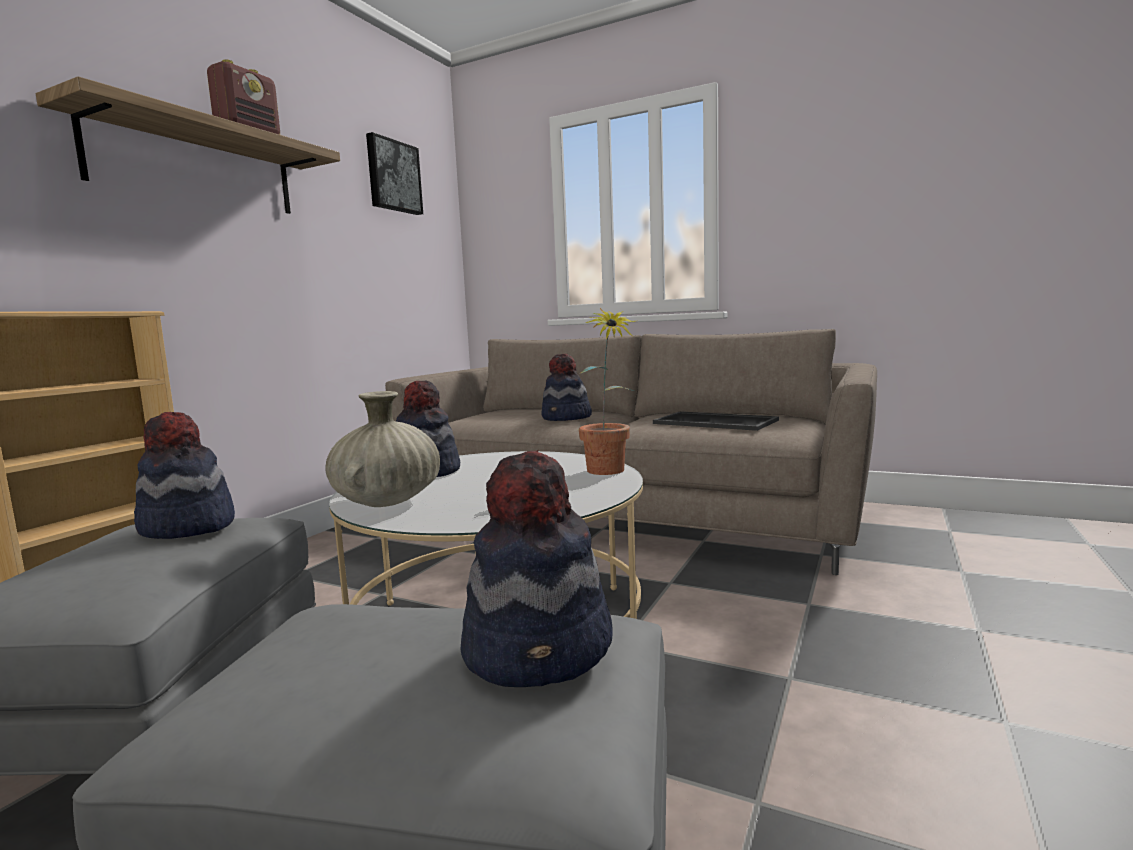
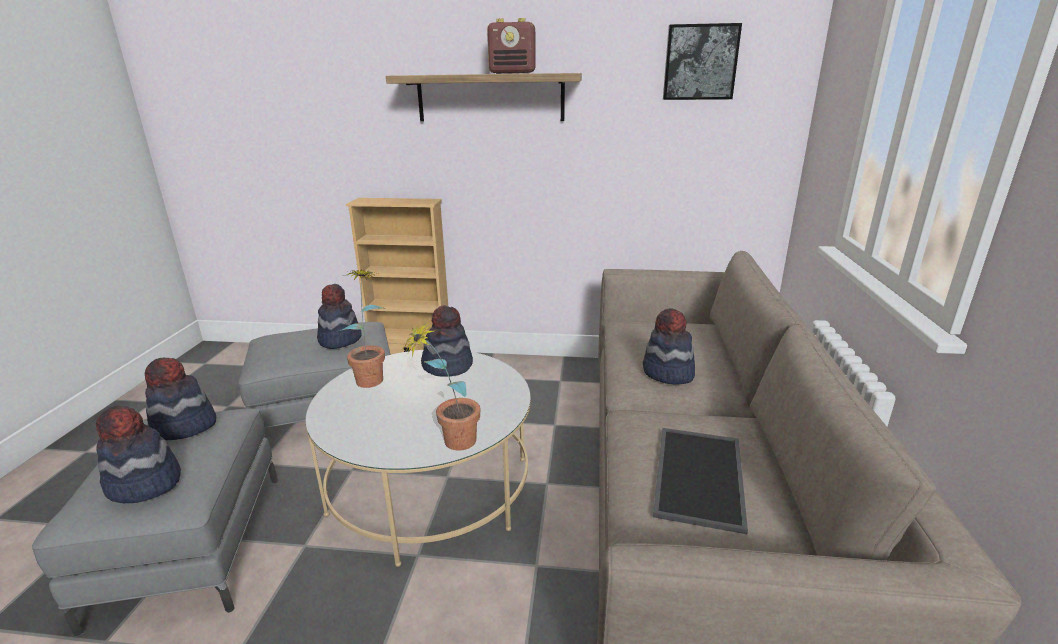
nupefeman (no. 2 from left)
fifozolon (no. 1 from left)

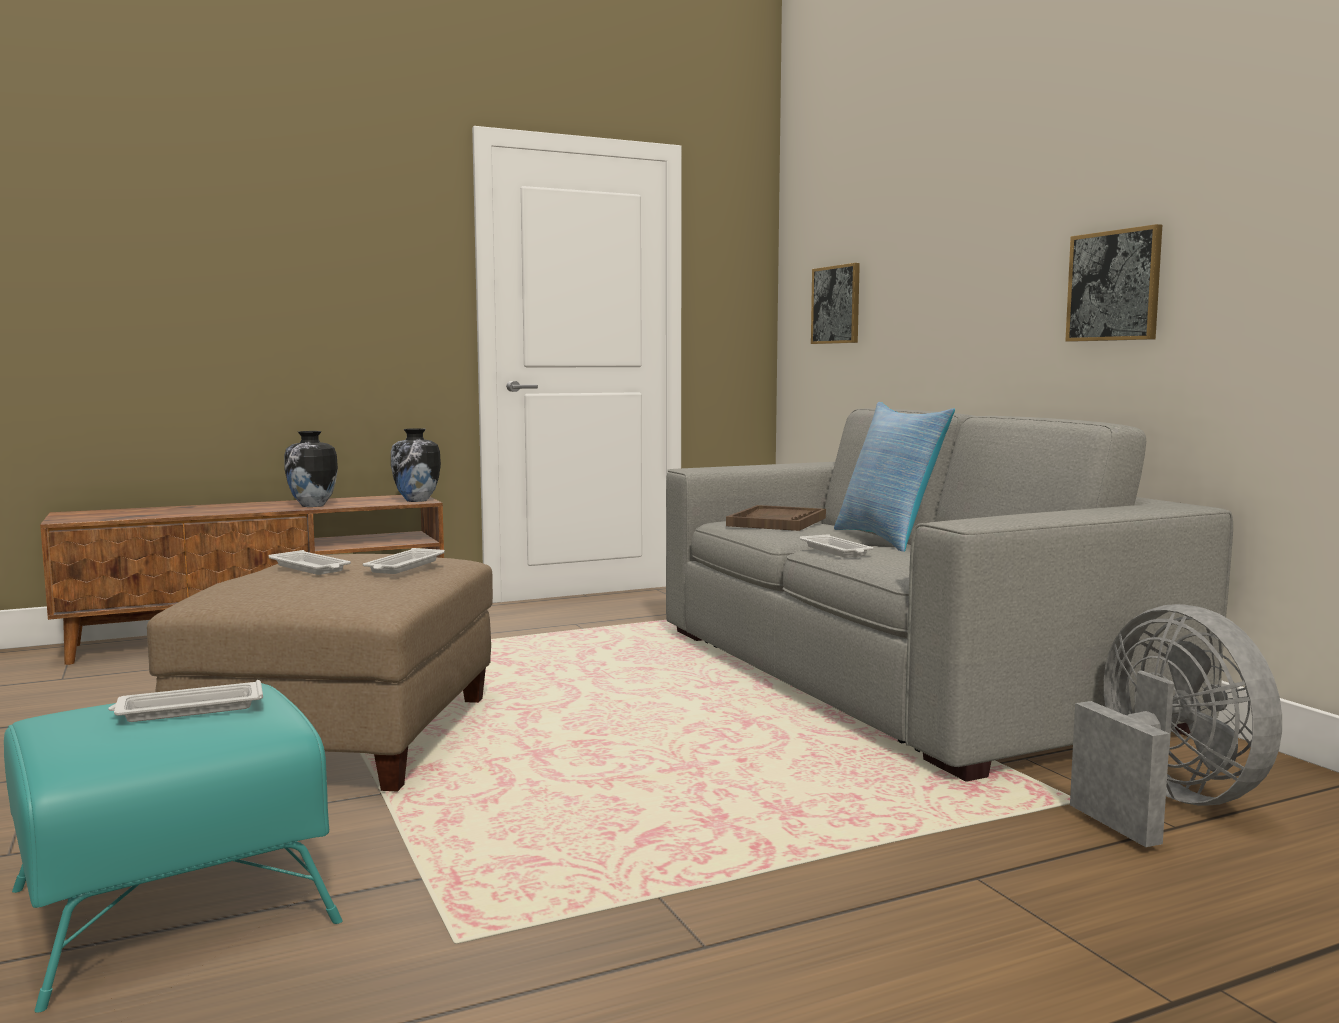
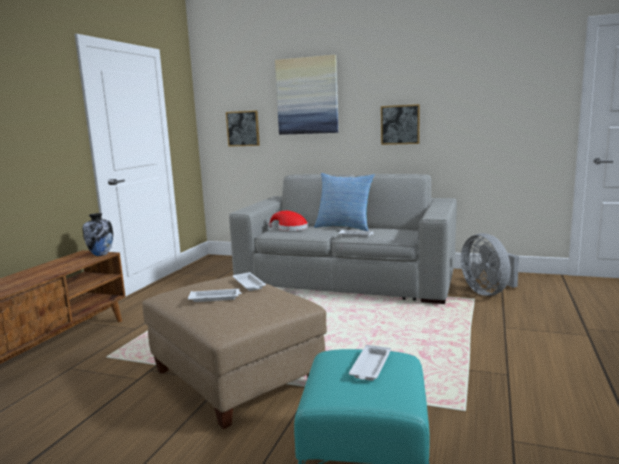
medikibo (no. 1 from left in the first image)
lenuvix (no. 2 from left)
red nupefeman
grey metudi

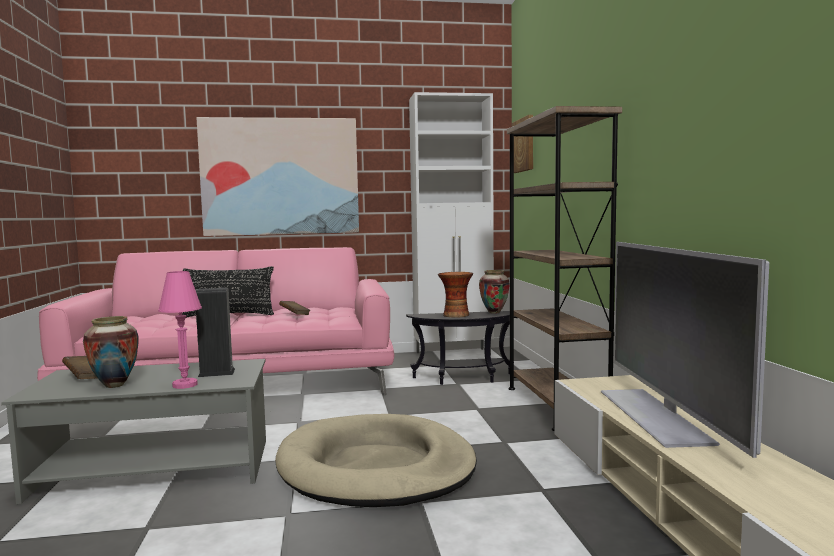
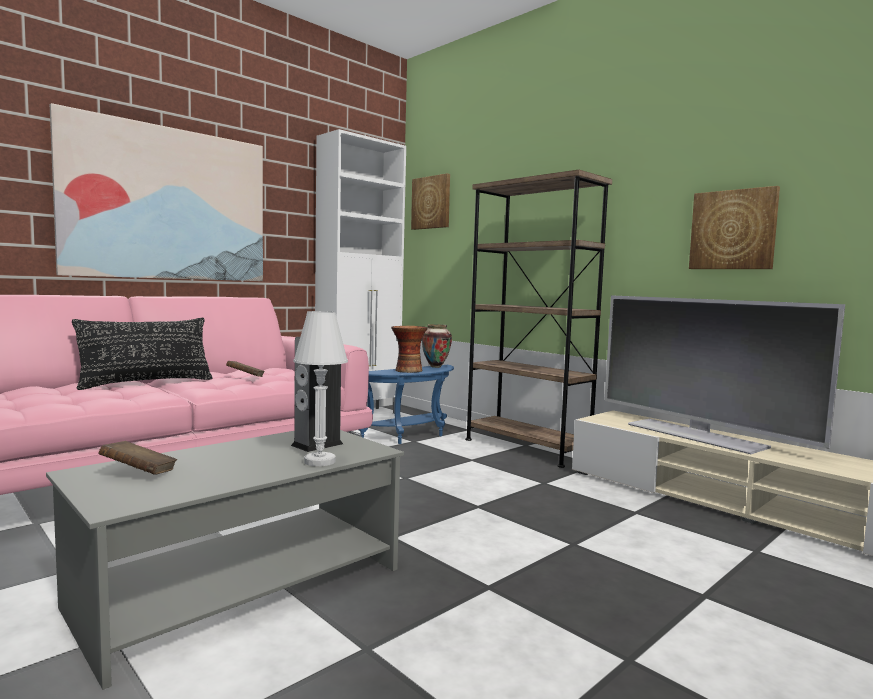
medikibo (no. 1 from left in the first image)
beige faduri
lenuvix (no. 3 from left)
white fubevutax
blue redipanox

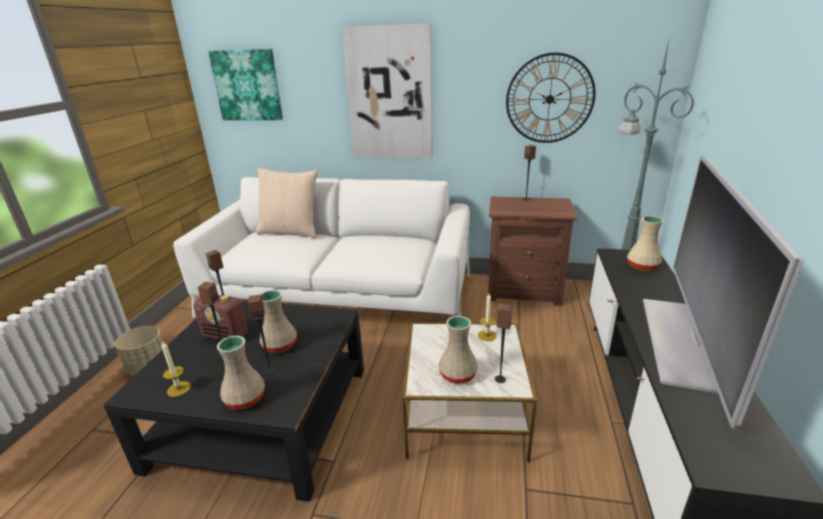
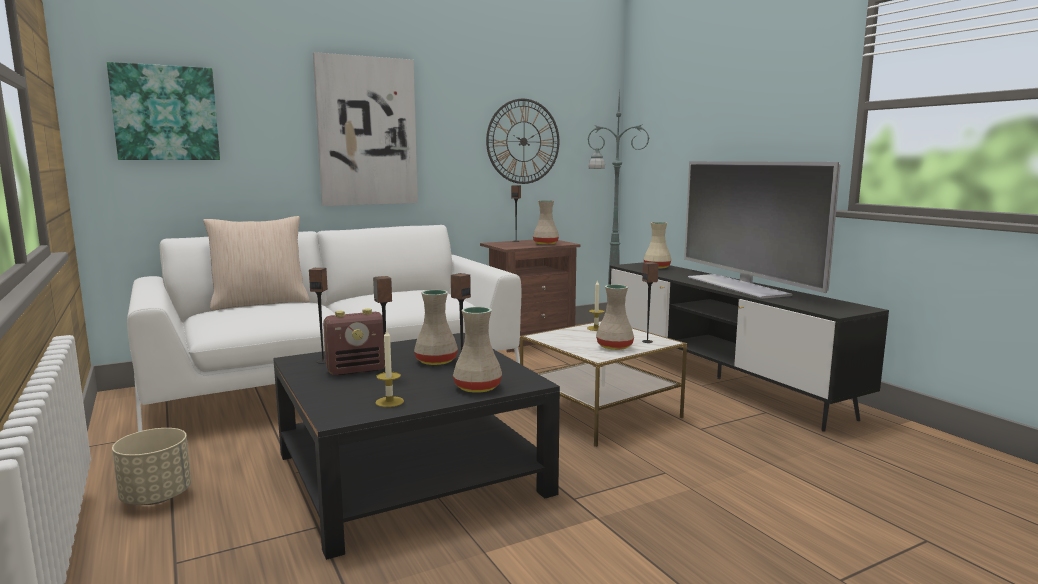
beige medikibo (no. 3 from left)

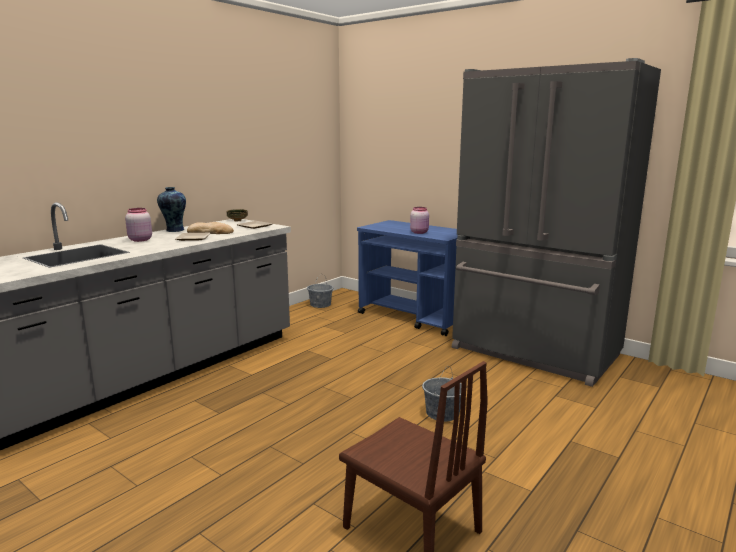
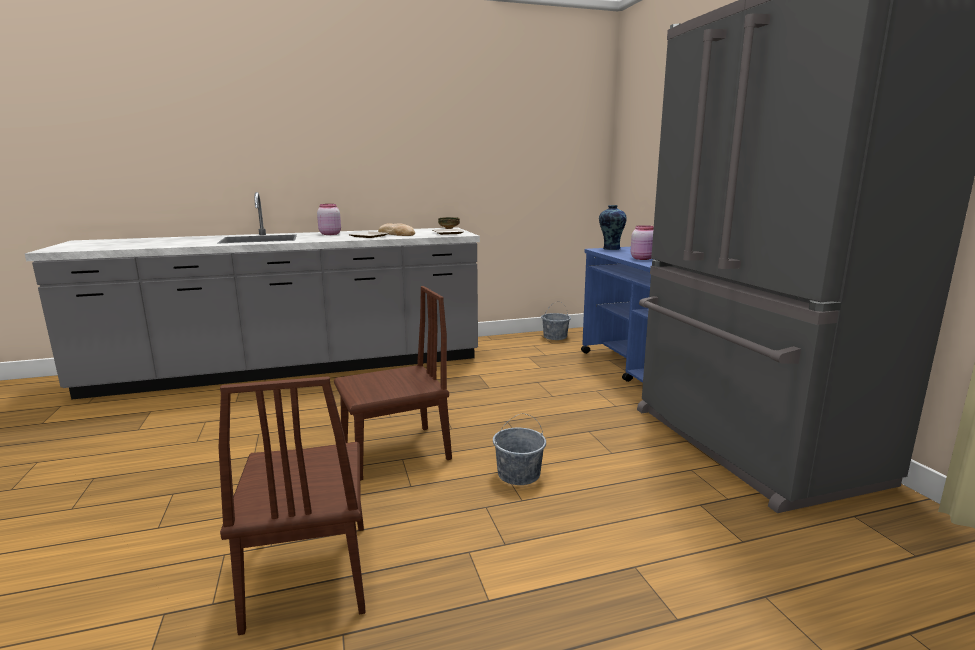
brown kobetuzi (no. 2 from left)
medikibo

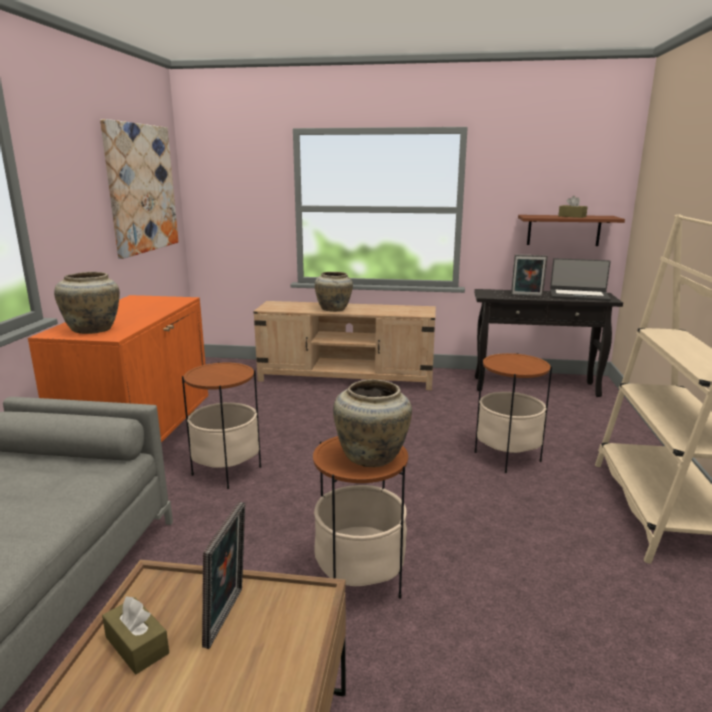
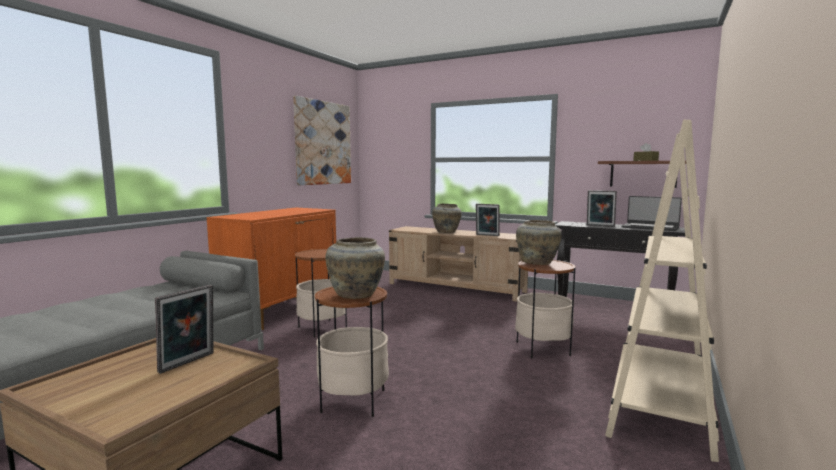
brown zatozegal (no. 1 from left in the first image)
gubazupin (no. 2 from left)
beige medikibo (no. 3 from left)

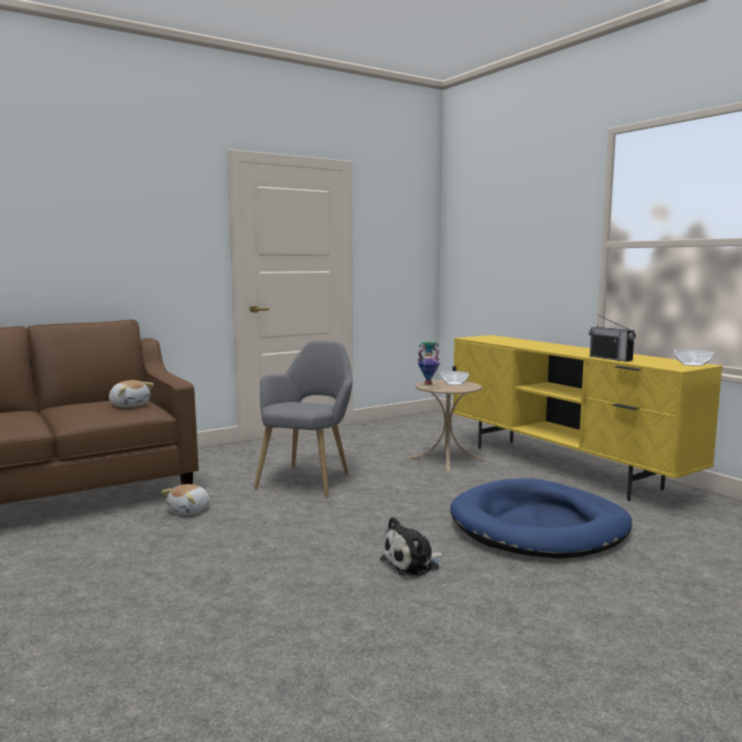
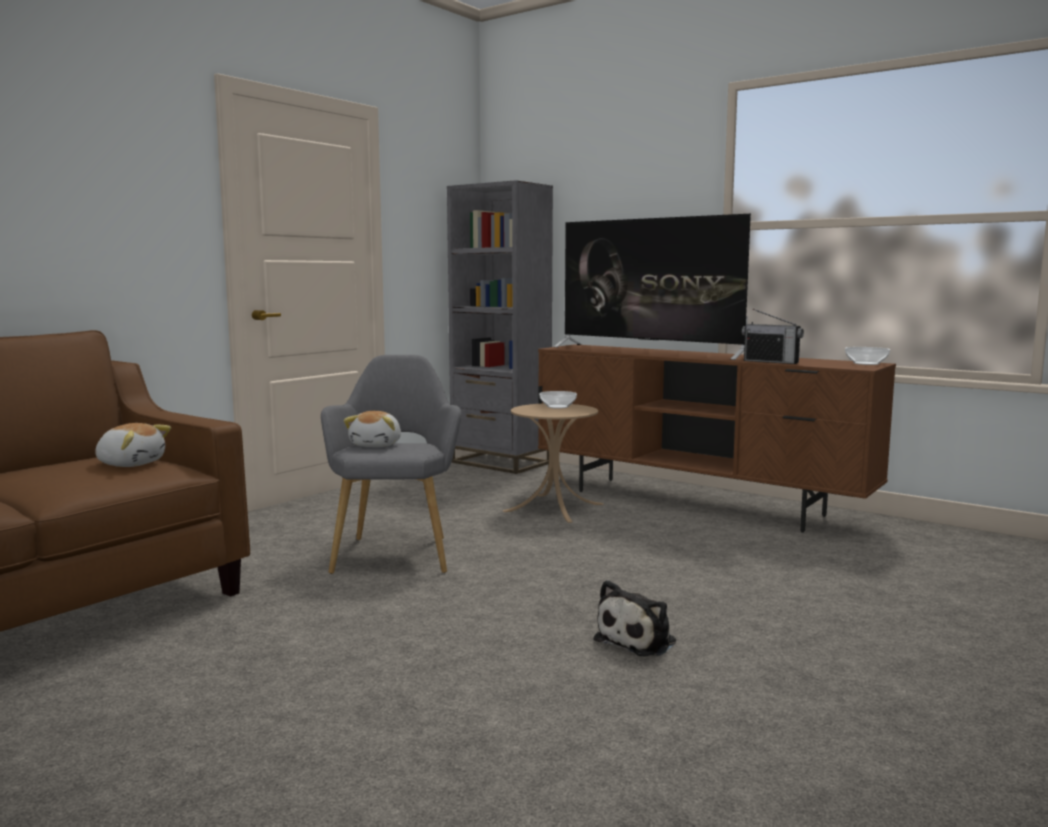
medikibo
blue faduri
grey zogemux
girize
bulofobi (no. 2 from left)
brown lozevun

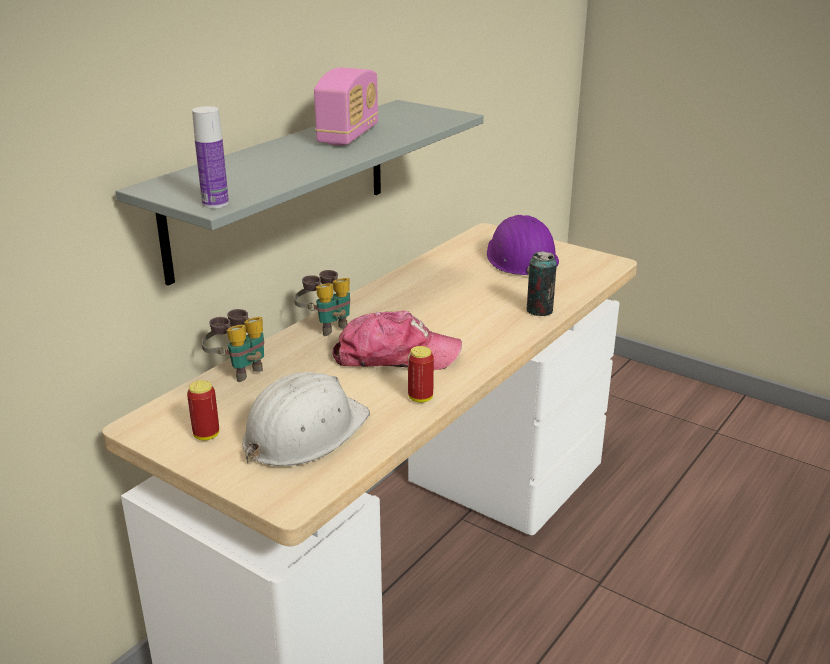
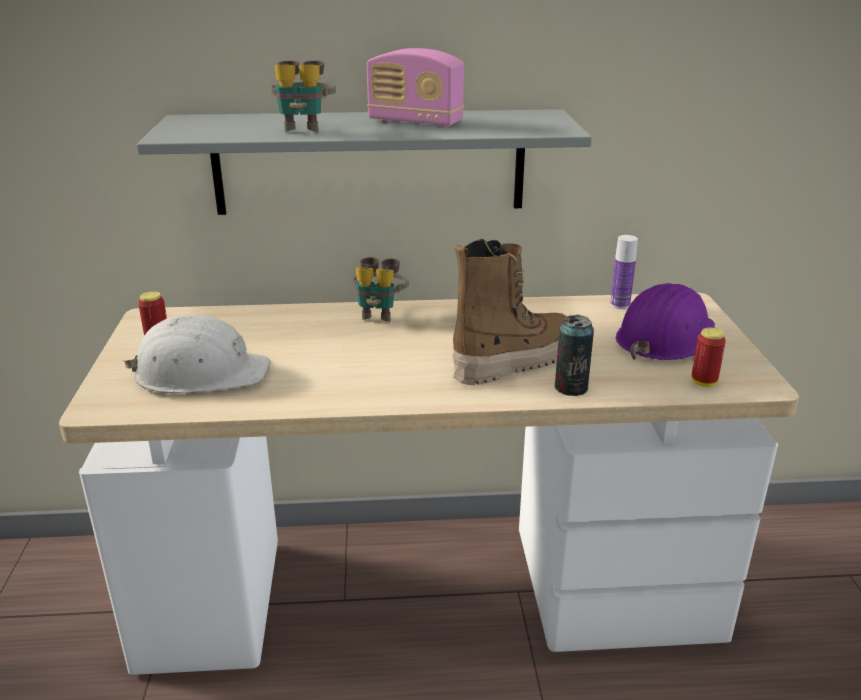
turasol
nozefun
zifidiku
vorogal (no. 1 from left)
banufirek (no. 3 from left)
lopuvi

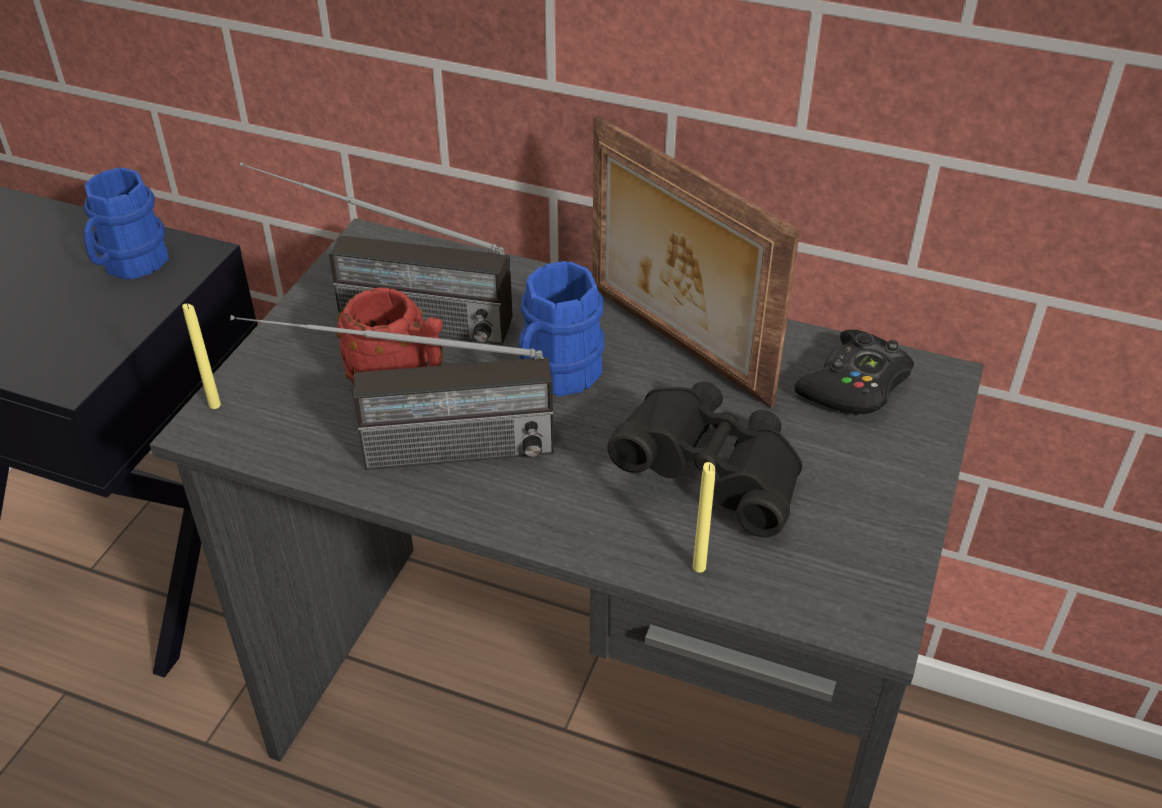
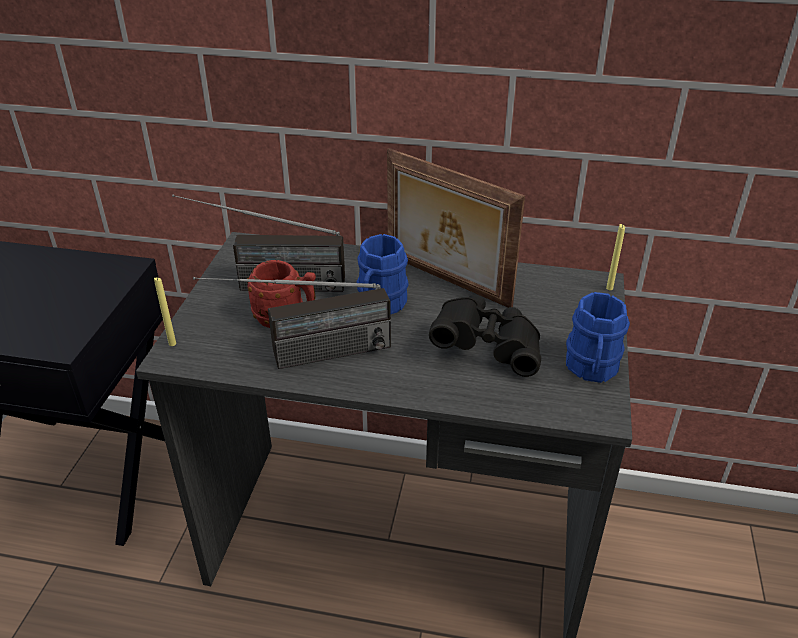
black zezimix
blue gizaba (no. 2 from left)
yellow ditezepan (no. 2 from left)

